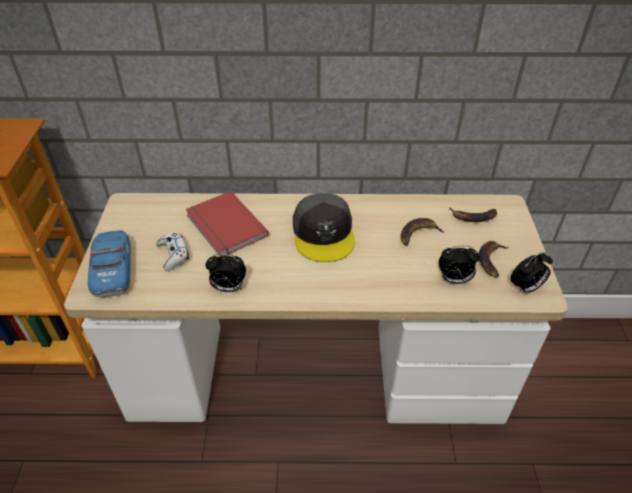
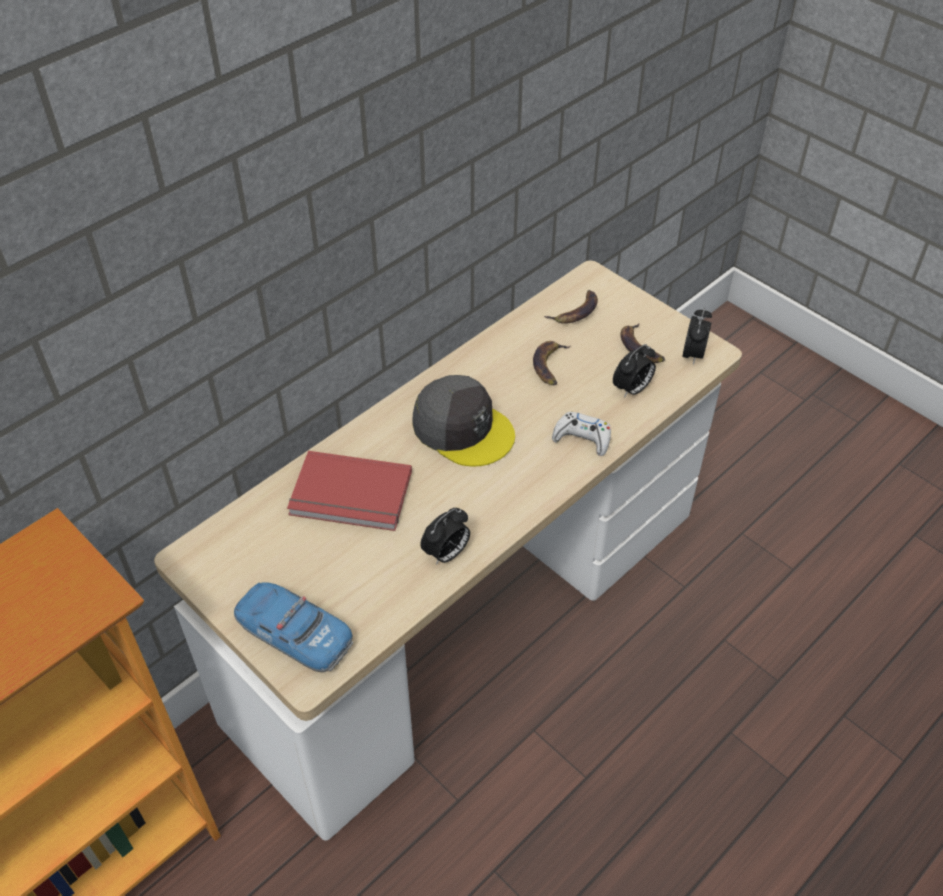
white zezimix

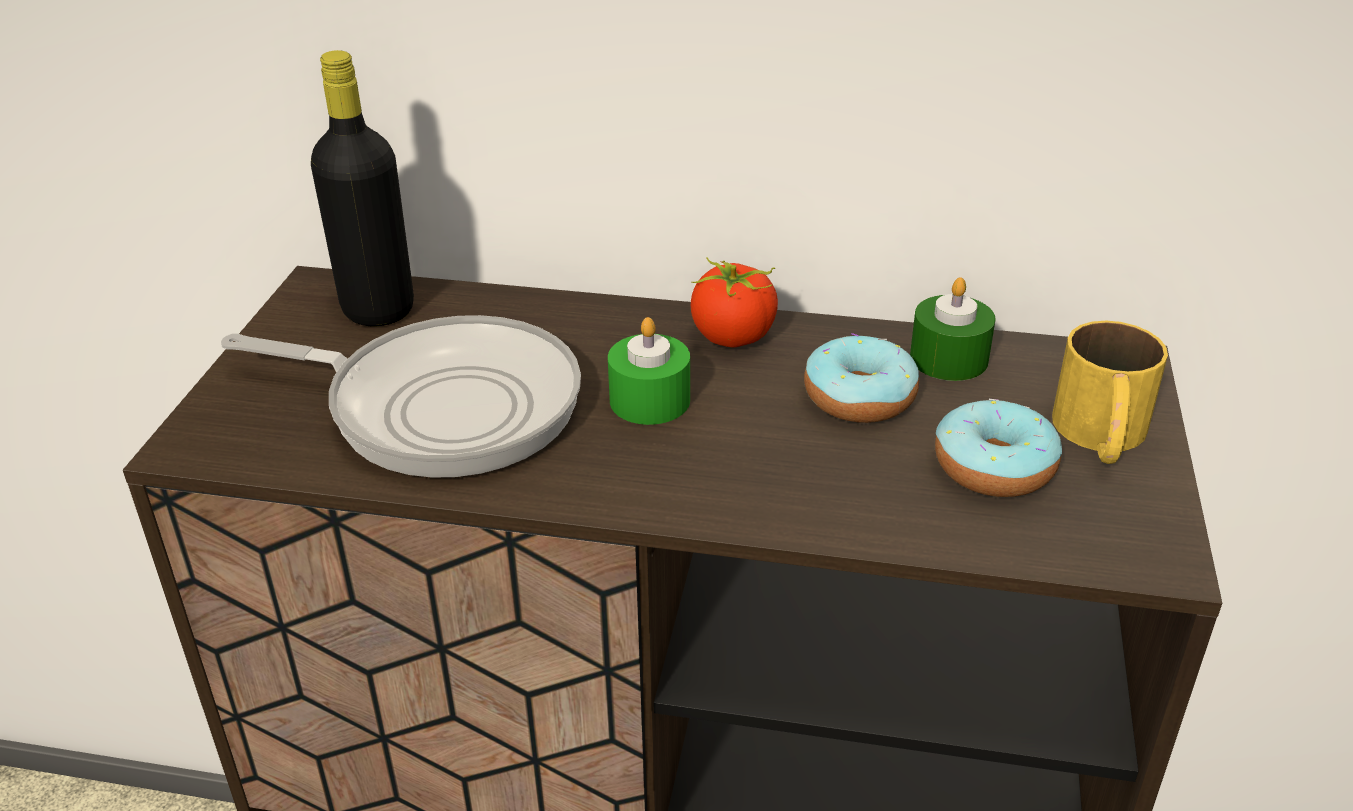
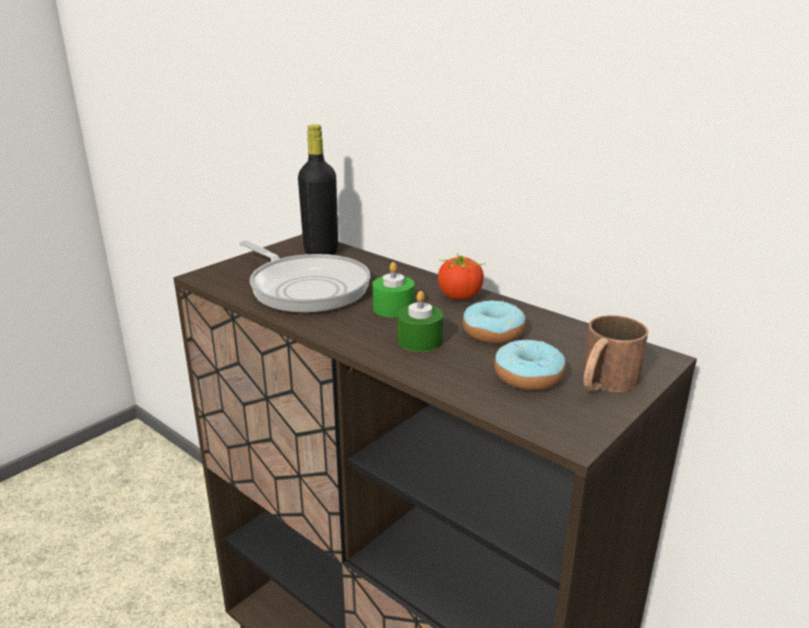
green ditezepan (no. 2 from left)
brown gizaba

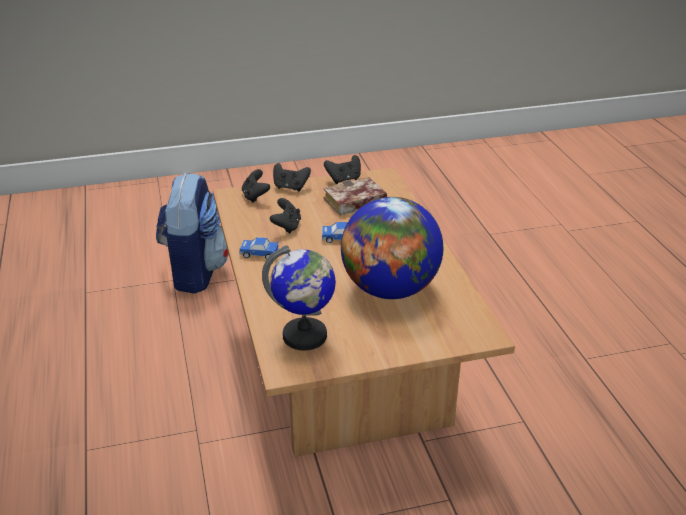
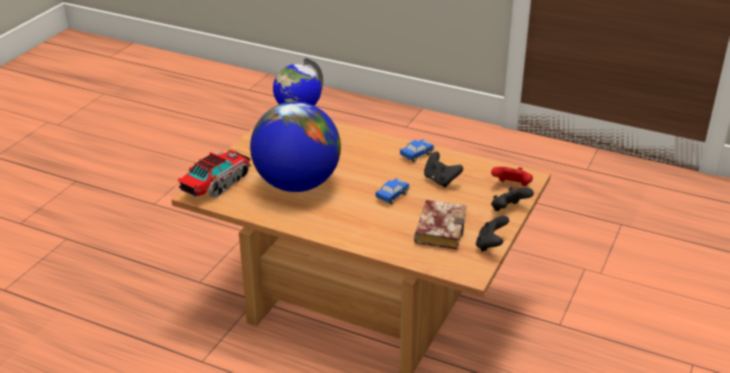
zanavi
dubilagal
red zezimix

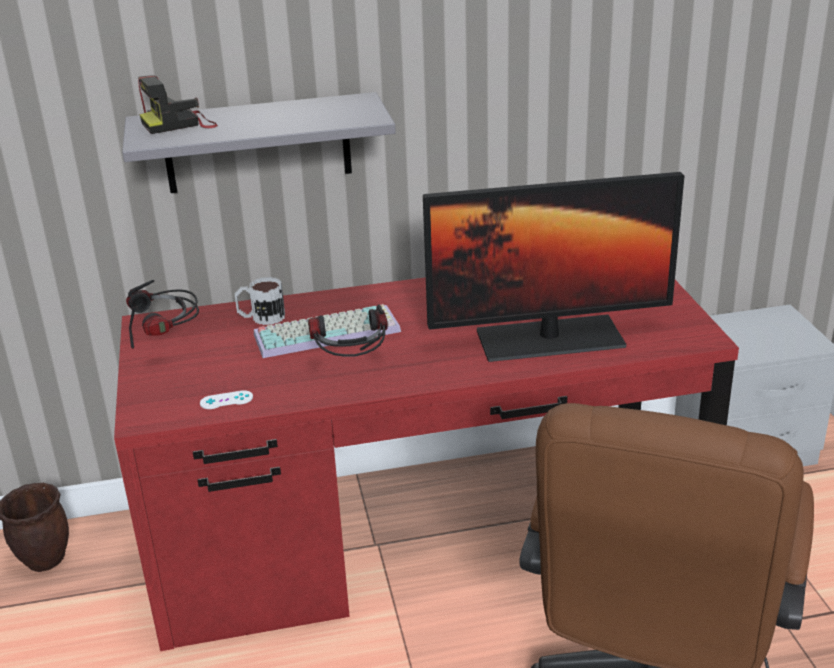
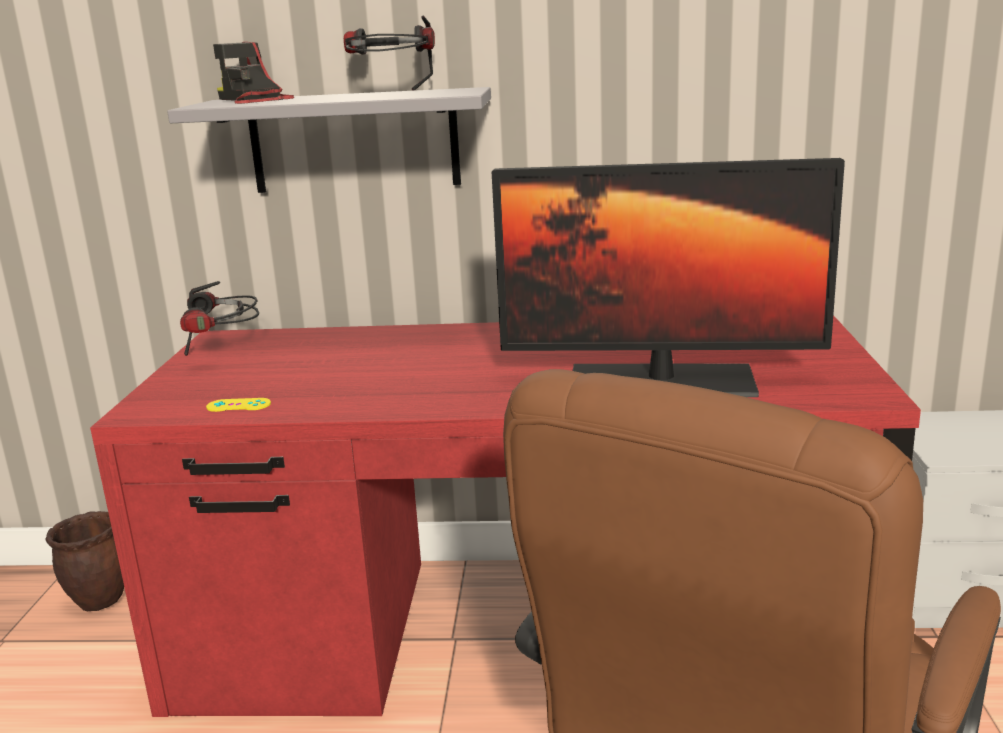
gizaba
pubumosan
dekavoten (no. 2 from left)
yellow zezimix
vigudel

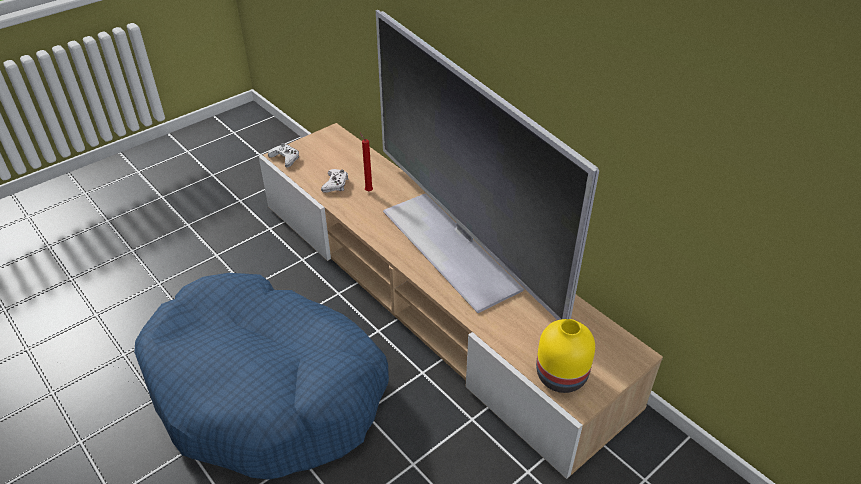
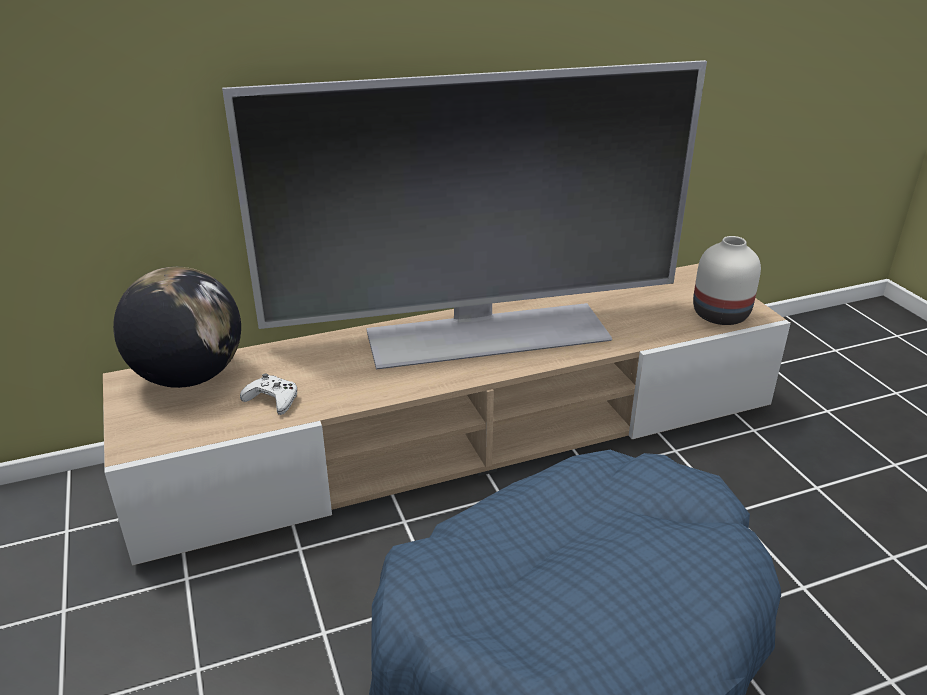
white zezimix (no. 1 from left in the first image)
red ditezepan
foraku
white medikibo

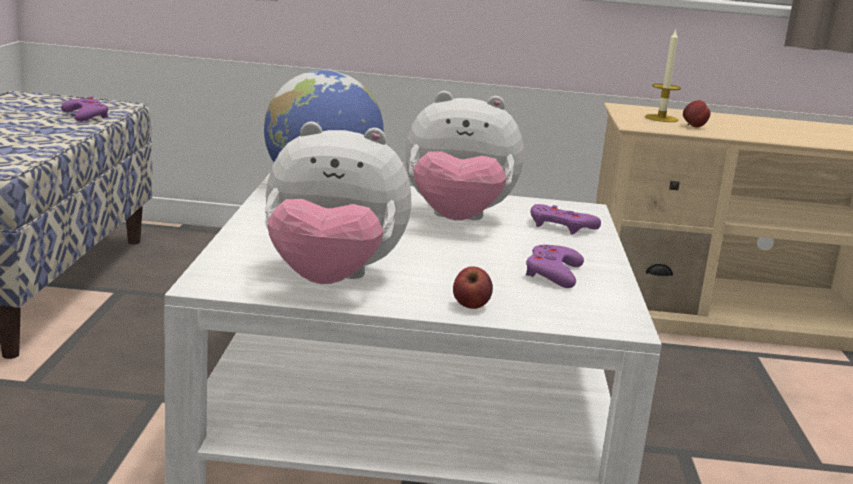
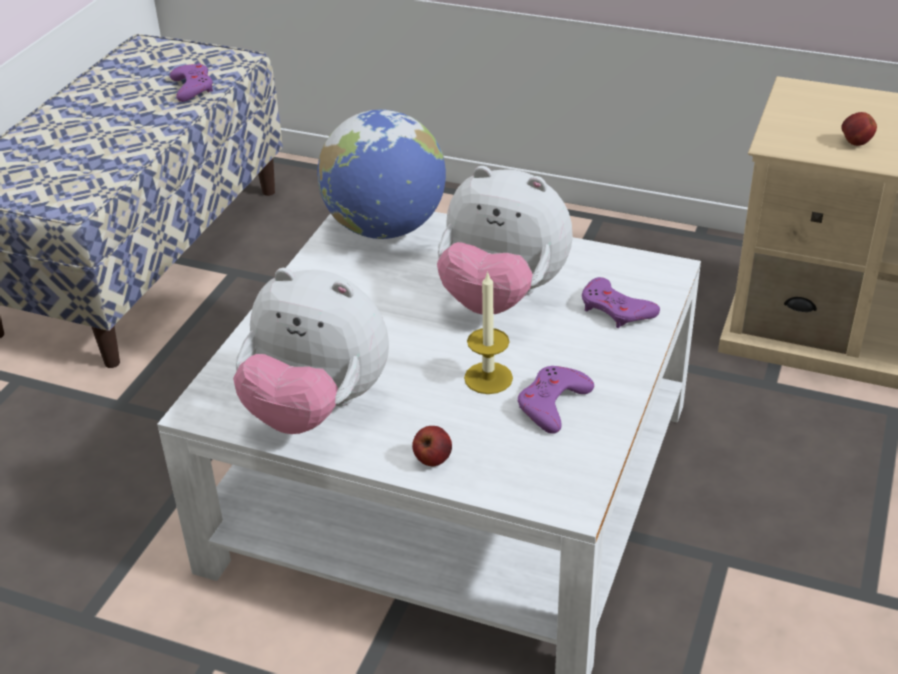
ditezepan

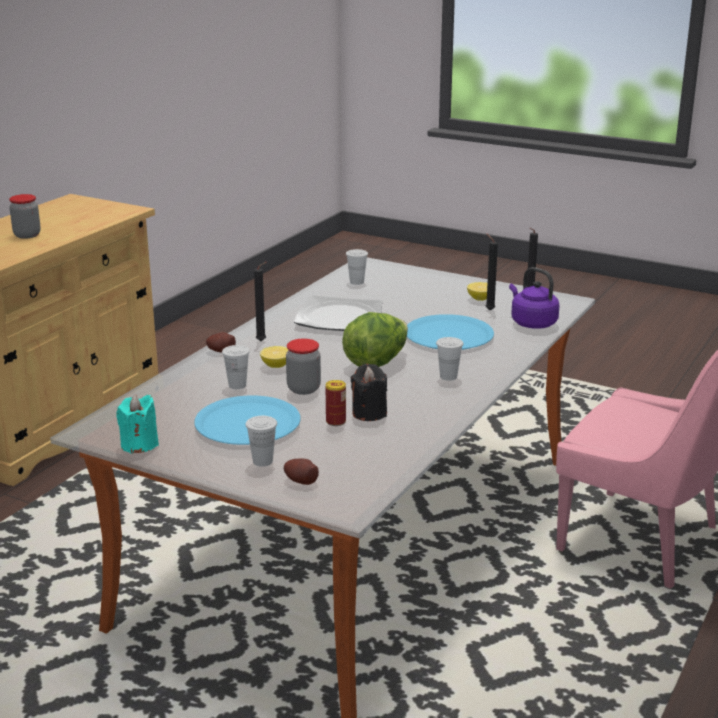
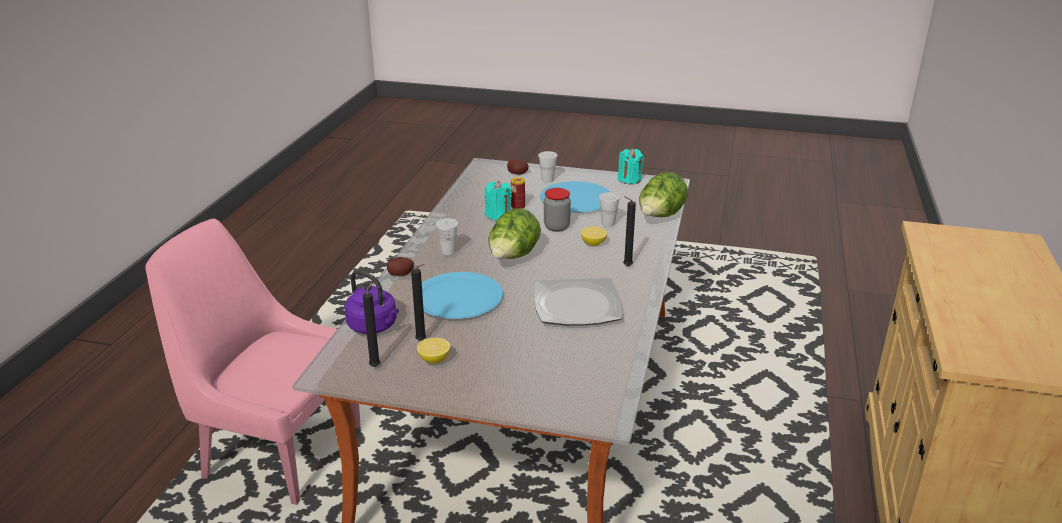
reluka (no. 1 from left in the first image)
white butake (no. 3 from left in the first image)
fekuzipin (no. 2 from left)
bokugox (no. 1 from left)
turquoise ditezepan (no. 1 from left)

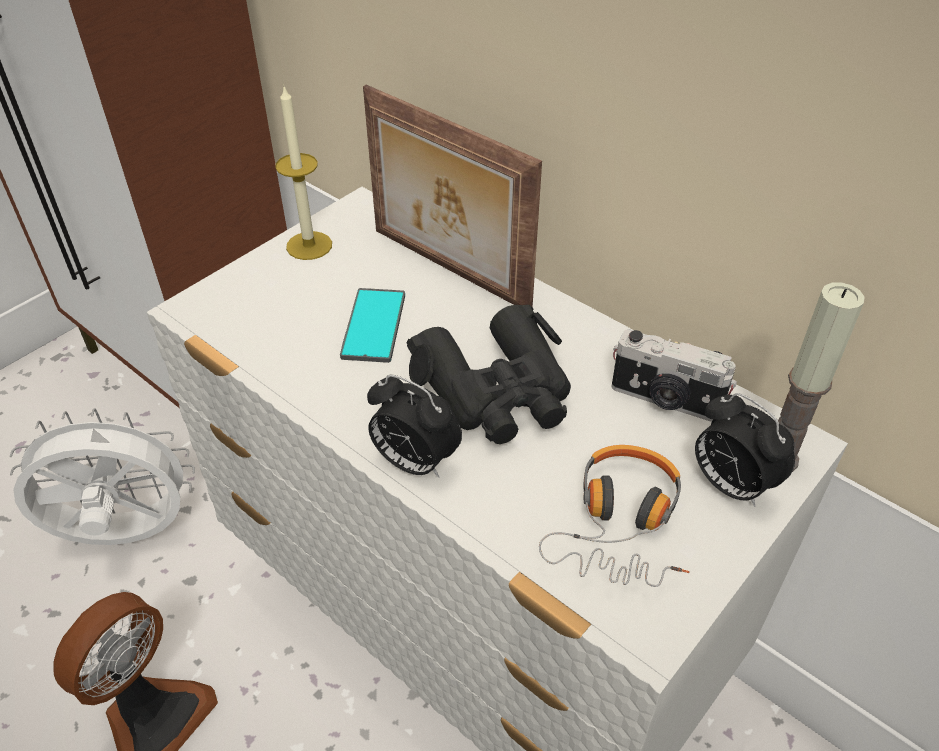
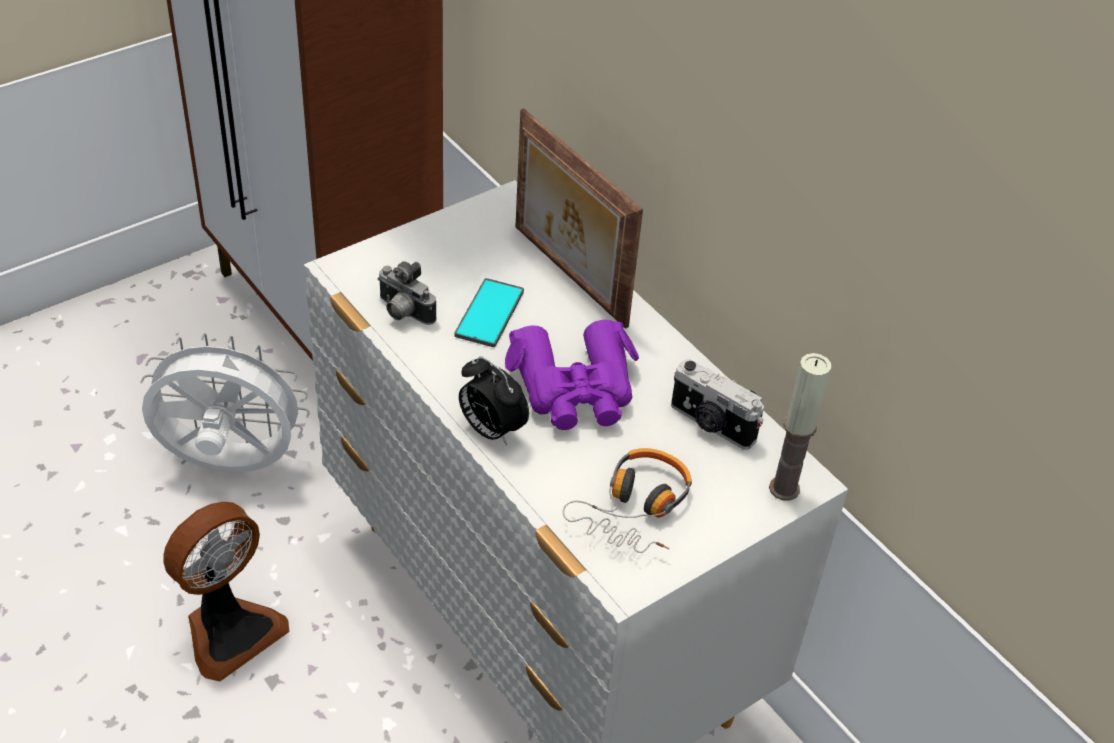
ditezepan (no. 1 from left in the first image)
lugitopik (no. 2 from left in the first image)
vigudel (no. 1 from left)
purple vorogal

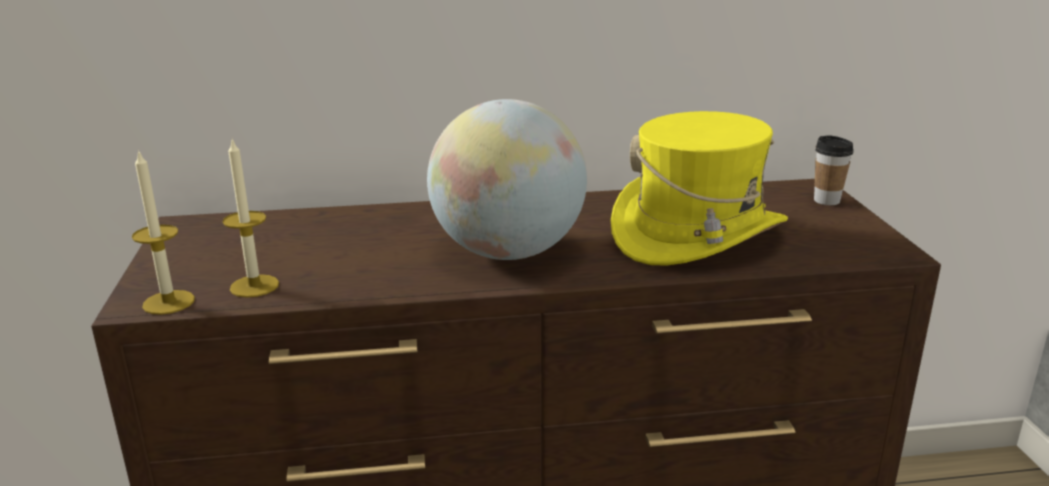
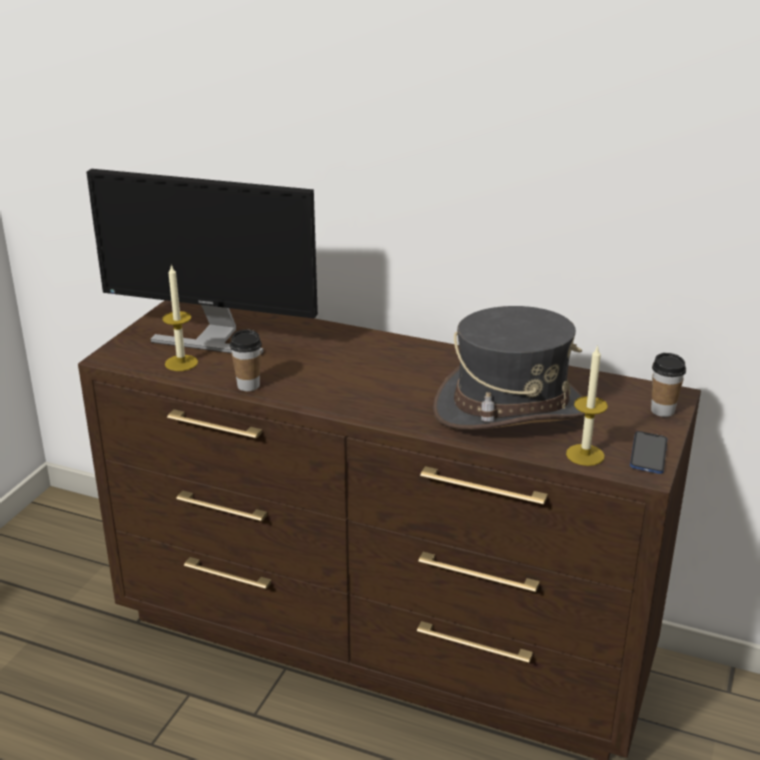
foraku
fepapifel
butake (no. 1 from left)
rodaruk
ditezepan (no. 2 from left)
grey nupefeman

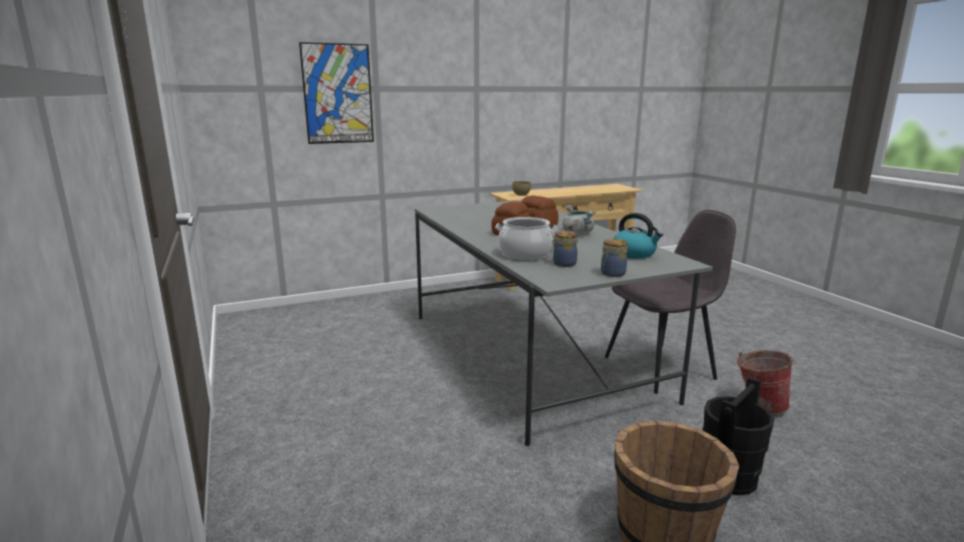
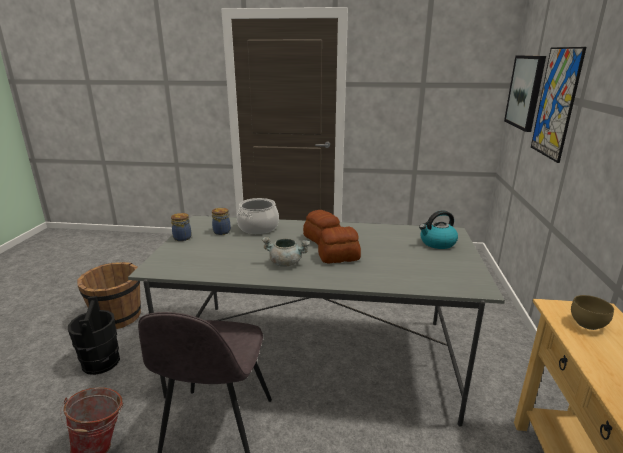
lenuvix (no. 1 from left)
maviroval

